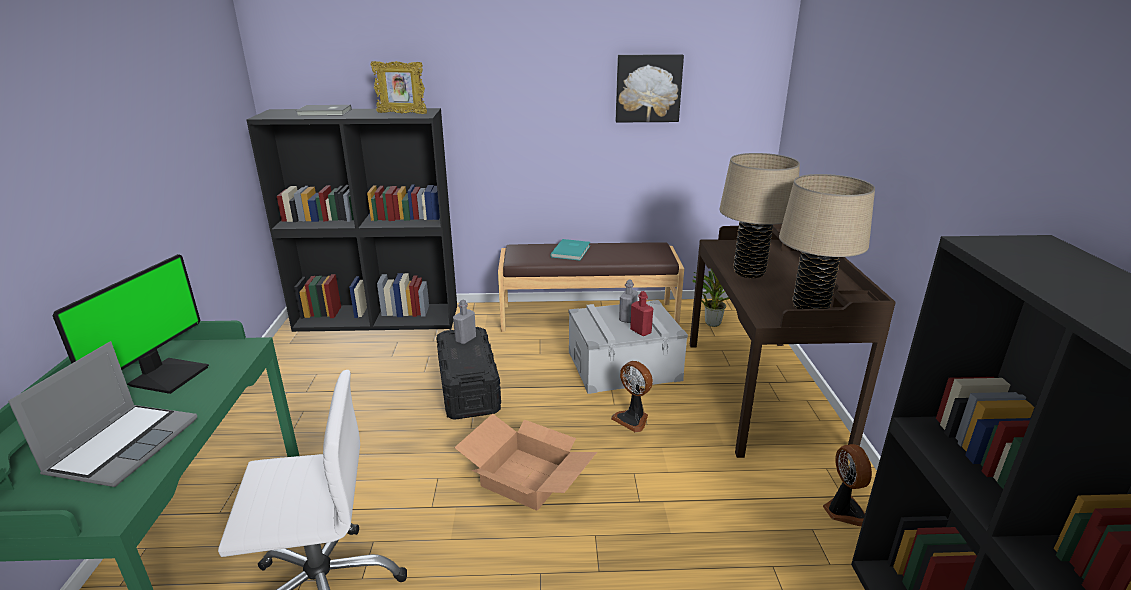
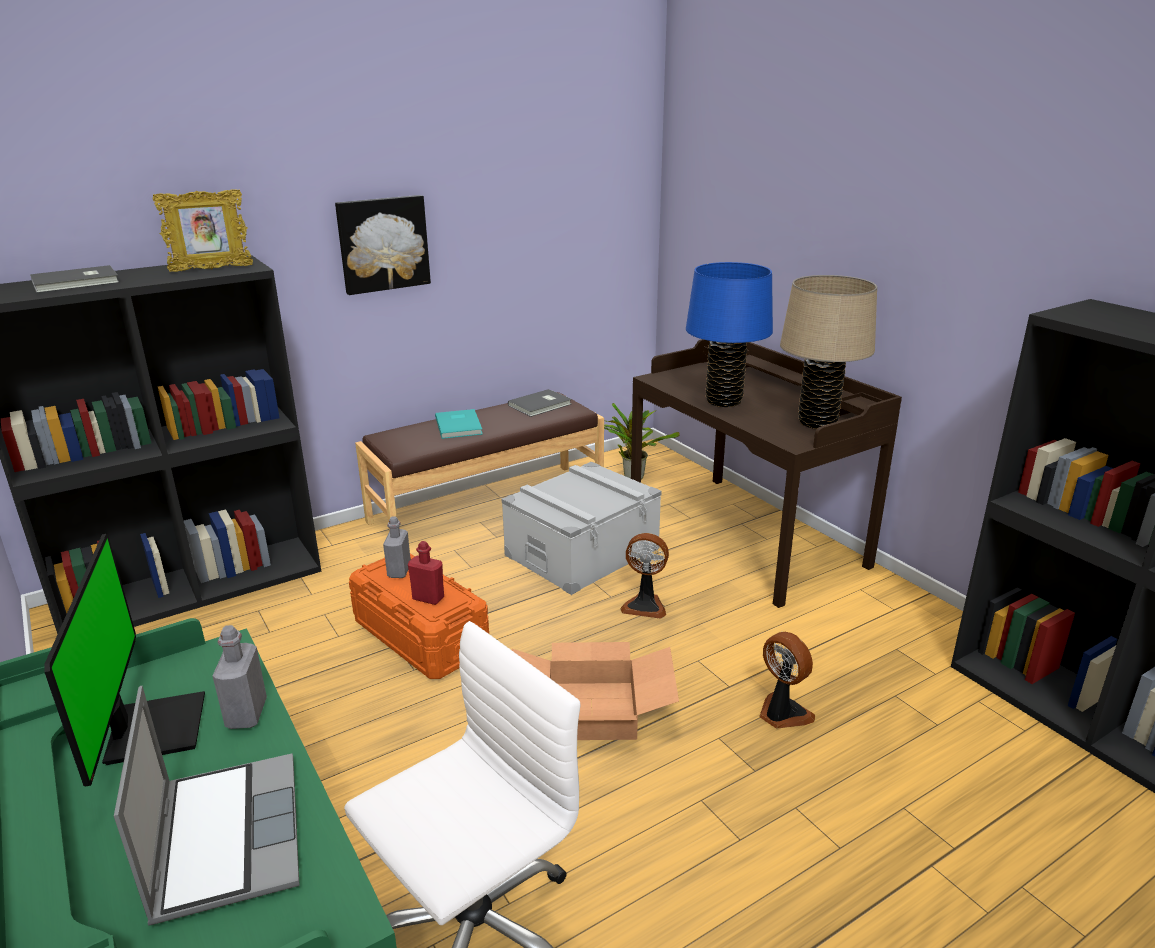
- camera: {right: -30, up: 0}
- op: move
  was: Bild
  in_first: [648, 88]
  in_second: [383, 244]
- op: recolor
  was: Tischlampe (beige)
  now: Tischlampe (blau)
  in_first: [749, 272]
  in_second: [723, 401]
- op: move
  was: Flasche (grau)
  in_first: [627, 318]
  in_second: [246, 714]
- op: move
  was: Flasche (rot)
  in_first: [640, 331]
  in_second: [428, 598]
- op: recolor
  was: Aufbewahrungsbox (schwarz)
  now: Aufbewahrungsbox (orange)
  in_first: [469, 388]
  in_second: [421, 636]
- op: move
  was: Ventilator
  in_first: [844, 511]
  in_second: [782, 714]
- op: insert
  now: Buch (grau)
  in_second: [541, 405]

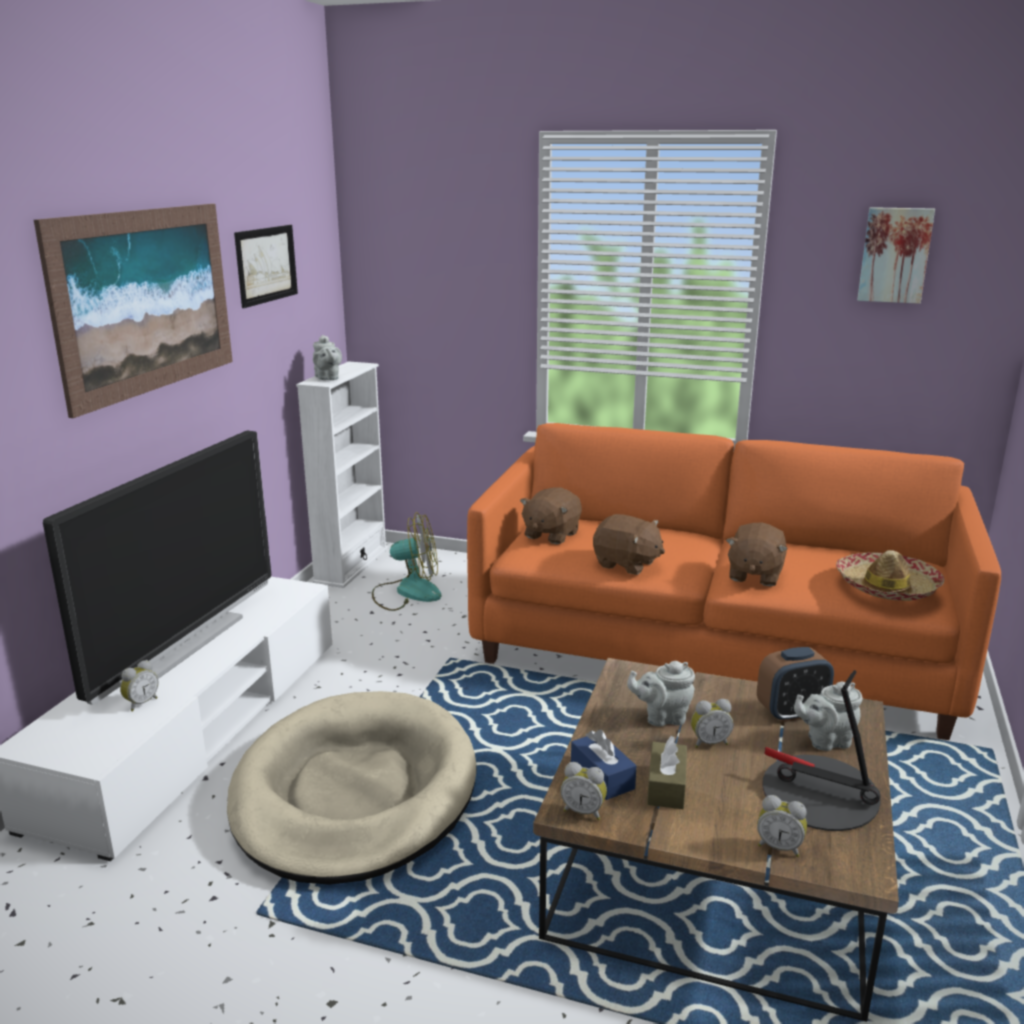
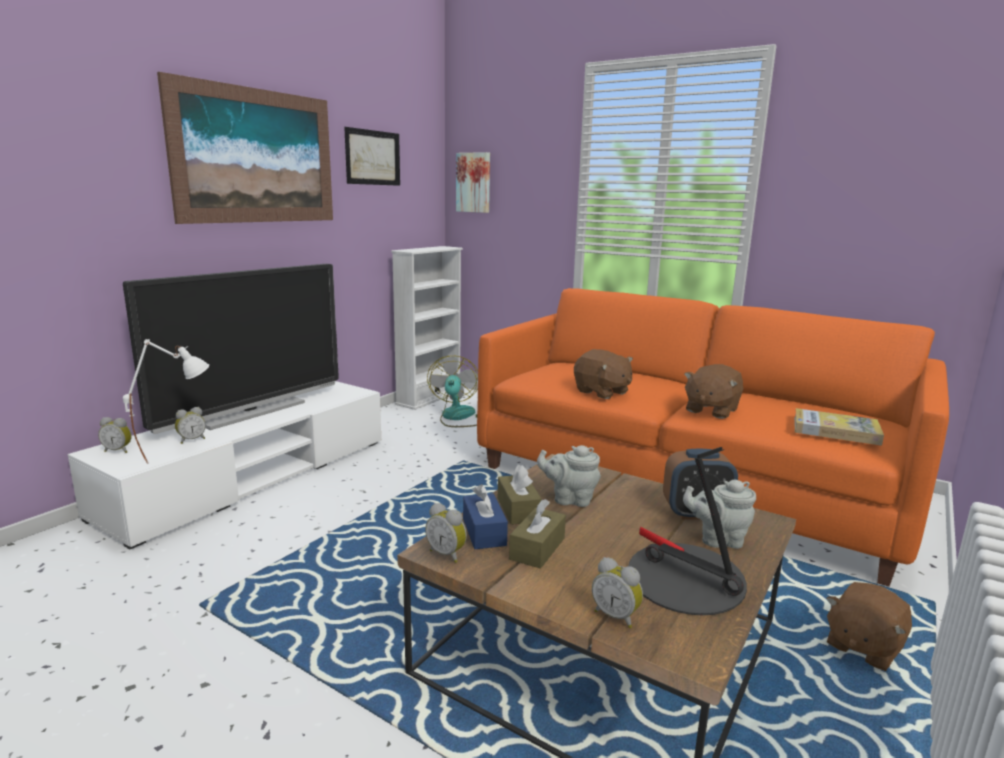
- camera: {right: 15, up: -5}
- op: move
  was: Bild
  in_first: [894, 255]
  in_second: [474, 182]
- op: delete
  was: Teekanne (grau)
  in_first: [327, 378]
- op: move
  was: Plüschtier (braun)
  in_first: [550, 534]
  in_second: [862, 647]
- op: rotate
  was: Ventilator
  in_first: [407, 592]
  in_second: [458, 417]
  clockwise: -105
- op: replace
  was: Hut
  now: Buch
  in_first: [887, 587]
  in_second: [835, 430]
- op: delete
  was: Hundebett (beige)
  in_first: [355, 792]
- op: move
  was: Wecker
  in_first: [709, 742]
  in_second: [118, 450]
- op: insert
  now: Tischlampe (weiß)
  in_second: [176, 454]
- op: insert
  now: Taschentuchbox (braun)
  in_second: [518, 509]

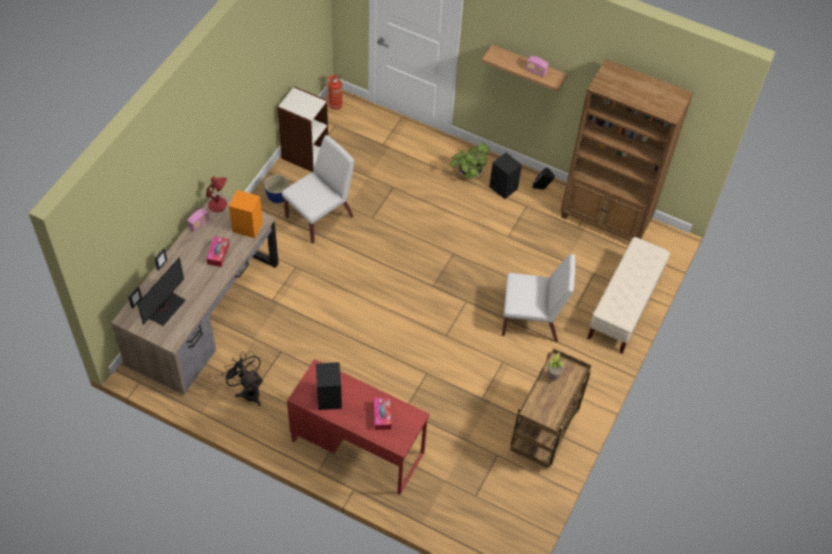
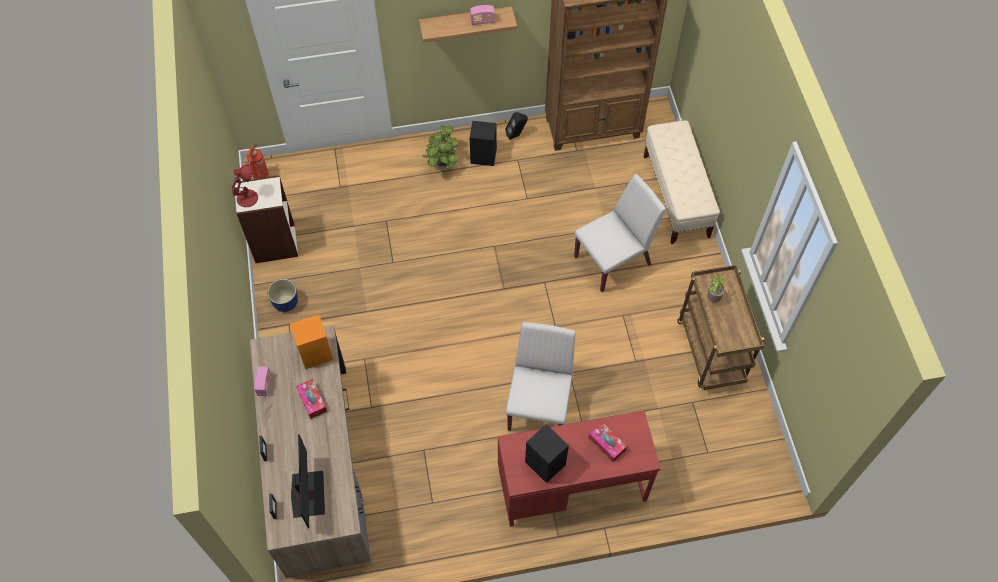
- camera: {right: -35, up: 5}
- op: move
  was: Stuhl (weiß)
  in_first: [320, 216]
  in_second: [539, 404]
- op: move
  was: Tischlampe (rot)
  in_first: [218, 204]
  in_second: [248, 197]
- op: delete
  was: Ventilator (schwarz)
  in_first: [248, 391]

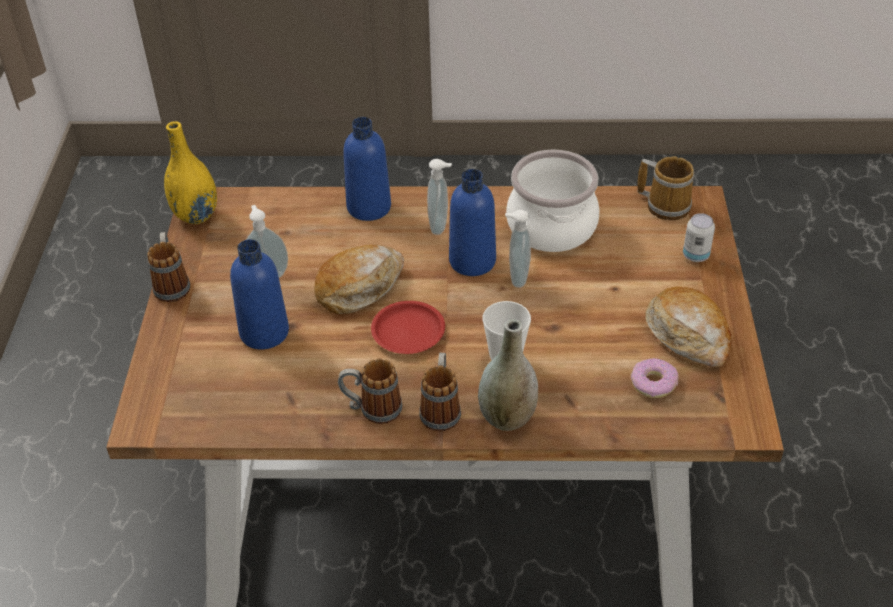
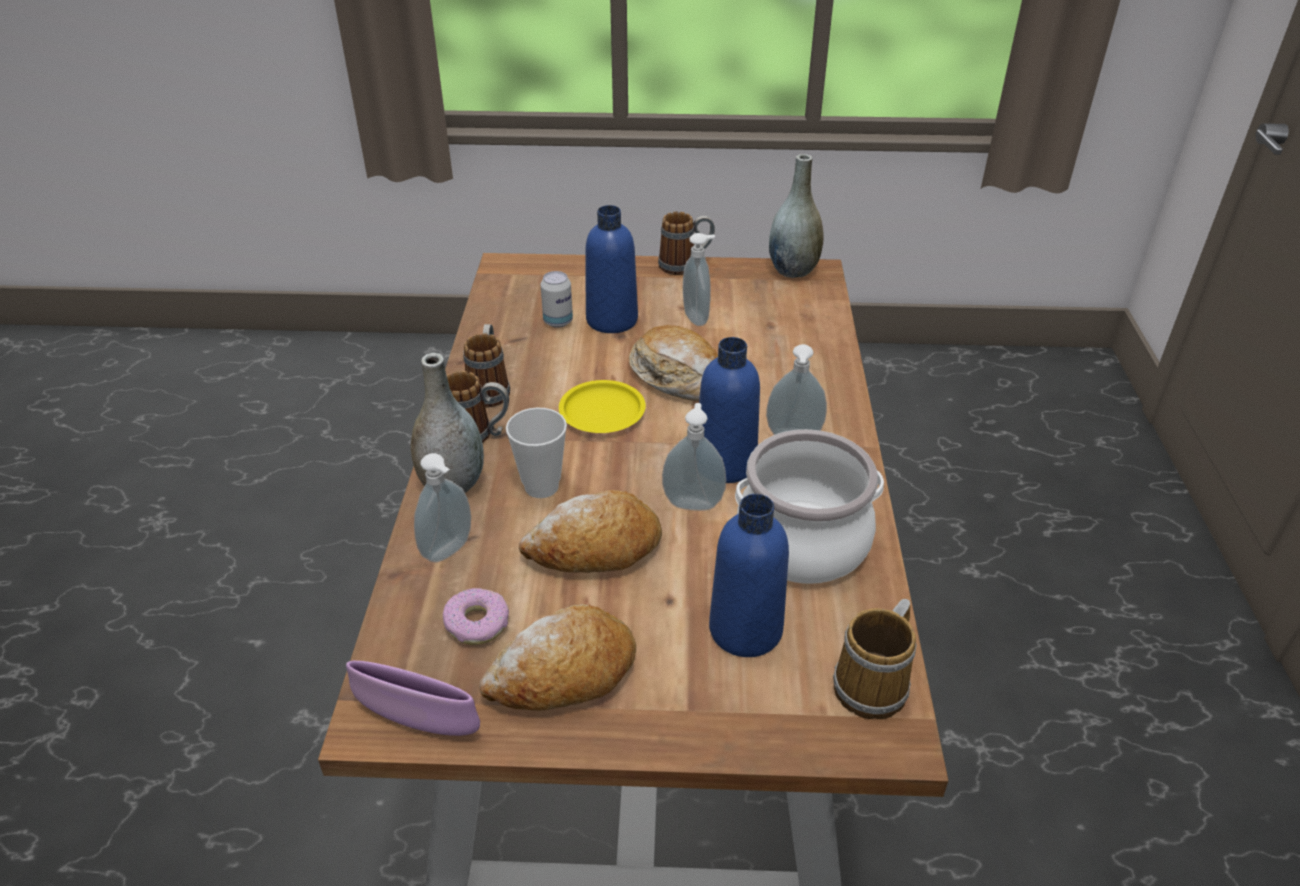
- camera: {right: 90, up: -5}
- op: move
  was: Flasche (blau)
  in_first: [369, 207]
  in_second: [745, 630]
- op: recolor
  was: Vase (gelb)
  now: Vase (grau)
  in_first: [196, 215]
  in_second: [793, 270]
- op: move
  was: Dose
  in_first: [695, 255]
  in_second: [558, 321]
- op: recolor
  was: Teller (rot)
  now: Teller (gelb)
  in_first: [408, 331]
  in_second: [603, 412]
- op: insert
  now: Seifenspender
  in_second: [450, 551]
- op: insert
  now: Brot
  in_second: [594, 549]
- op: insert
  now: Schüssel (lila)
  in_second: [418, 721]

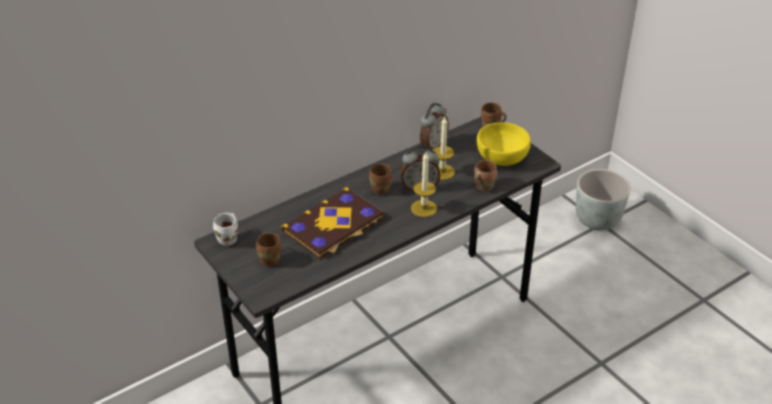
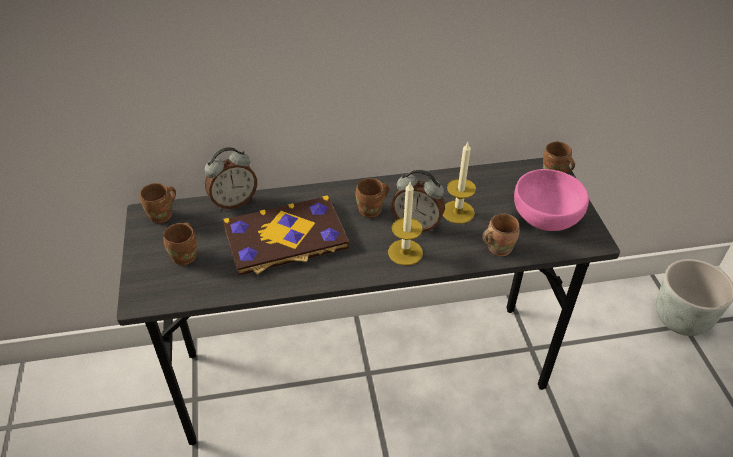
- camera: {right: 25, up: 5}
- op: move
  was: Wecker
  in_first: [432, 145]
  in_second: [234, 201]
- op: recolor
  was: Schüssel (gelb)
  now: Schüssel (rosa)
  in_first: [502, 157]
  in_second: [545, 216]
- op: recolor
  was: Henkelbecher (weiß)
  now: Henkelbecher (braun)
  in_first: [229, 239]
  in_second: [163, 216]

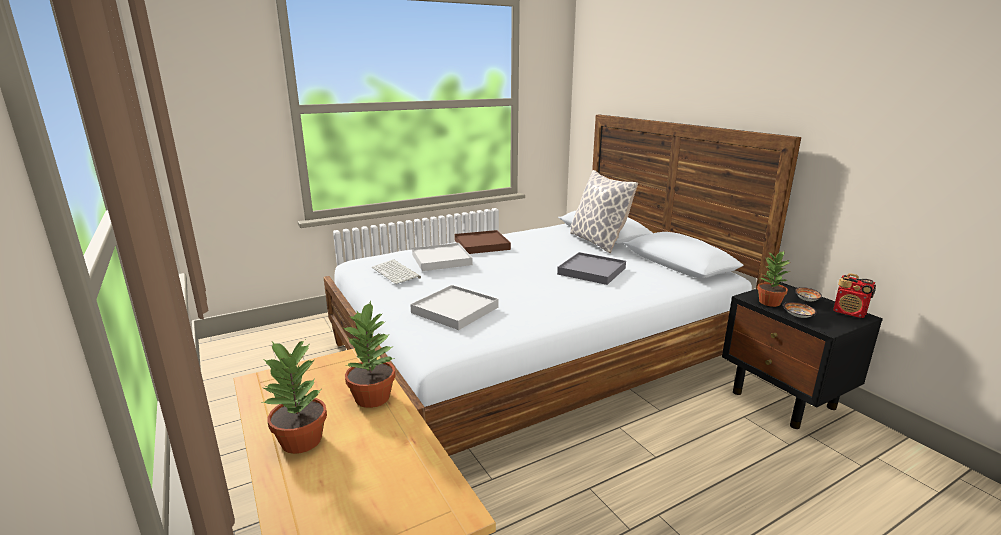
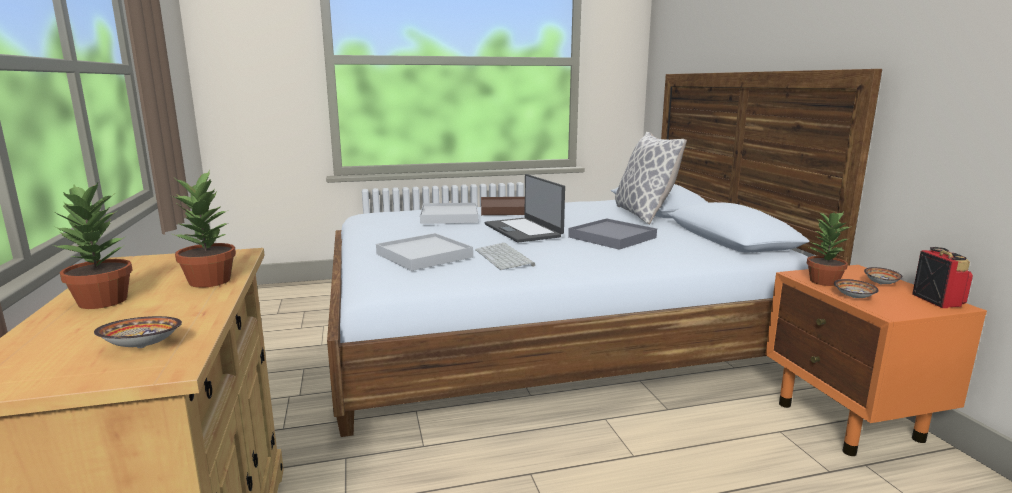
- camera: {right: 15, up: -5}
- op: move
  was: Tastatur
  in_first: [397, 272]
  in_second: [505, 258]
- op: rotate
  was: Radio
  in_first: [849, 313]
  in_second: [937, 301]
  clockwise: -150
- op: recolor
  was: Nachttisch (schwarz)
  now: Nachttisch (orange)
  in_first: [784, 400]
  in_second: [850, 422]
- op: insert
  now: Laptop
  in_second: [523, 230]
- op: insert
  now: Schüssel
  in_second: [142, 346]

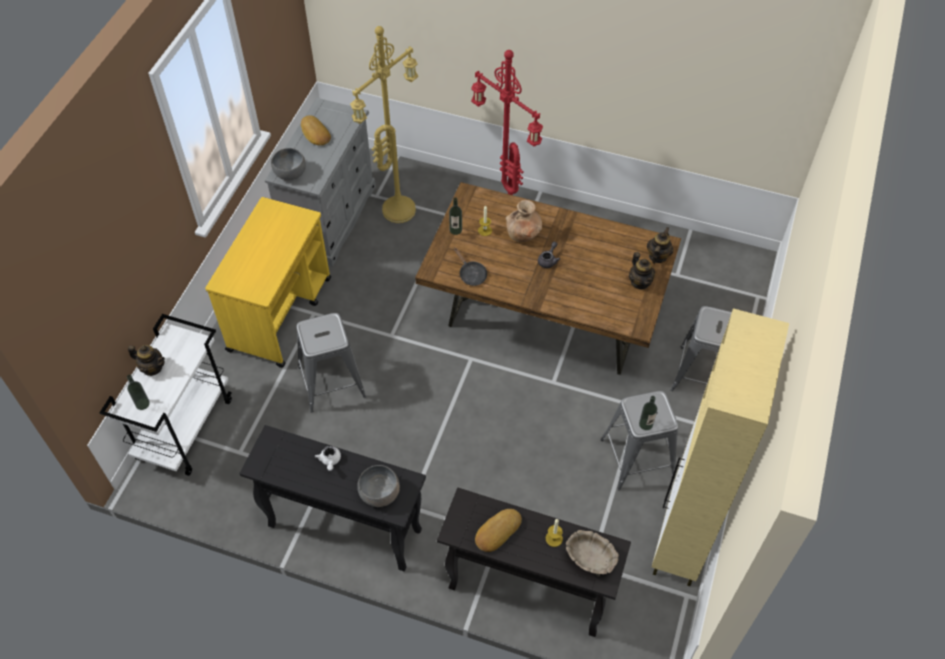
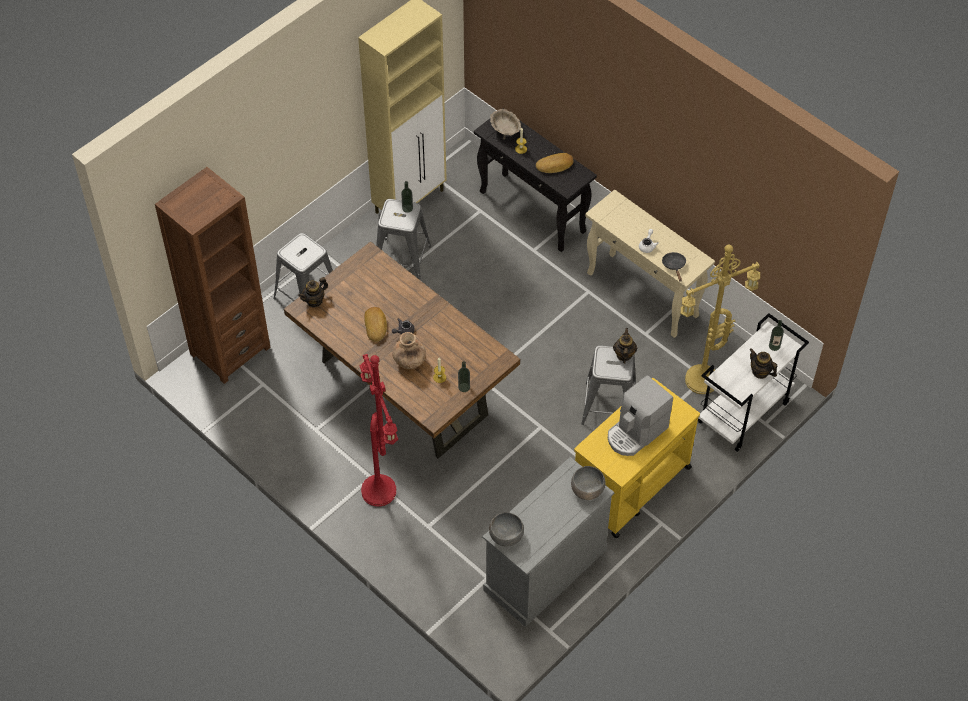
- camera: {right: -155, up: 0}
- op: move
  was: Stehlampe (gelb)
  in_first: [398, 208]
  in_second: [701, 382]
- op: move
  was: Brot
  in_first: [315, 133]
  in_second: [376, 325]
- op: move
  was: Pfanne (schwarz)
  in_first: [471, 274]
  in_second: [674, 266]
- op: move
  was: Teekanne
  in_first: [640, 282]
  in_second: [624, 355]
- op: recolor
  was: Konsolentisch (schwarz)
  now: Konsolentisch (beige)
  in_first: [343, 528]
  in_second: [643, 295]
- op: move
  was: Schüssel (grau)
  in_first: [379, 493]
  in_second: [506, 536]
- op: insert
  now: Bücherregal (braun)
  in_second: [230, 350]
- op: insert
  now: Kaffeemaschine
  in_second: [636, 433]

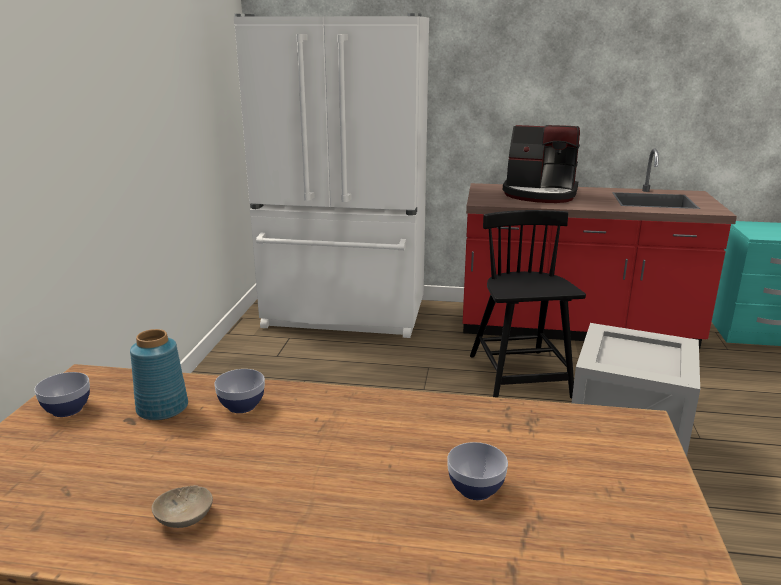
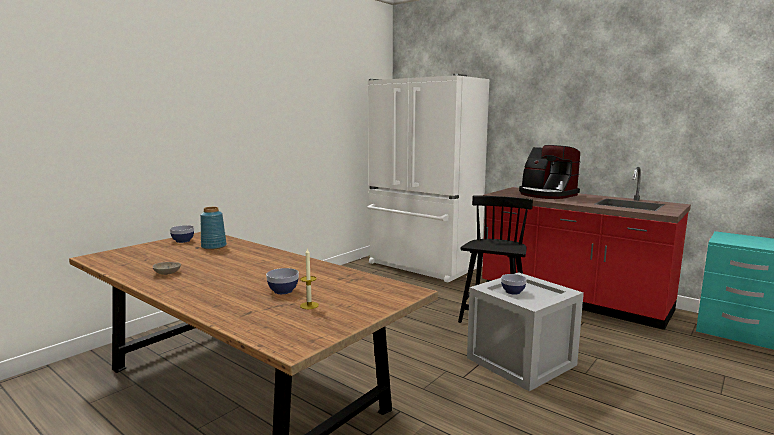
- camera: {right: 30, up: -10}
- op: move
  was: Schüssel
  in_first: [241, 405]
  in_second: [512, 291]
- op: insert
  now: Kerze
  in_second: [309, 305]

